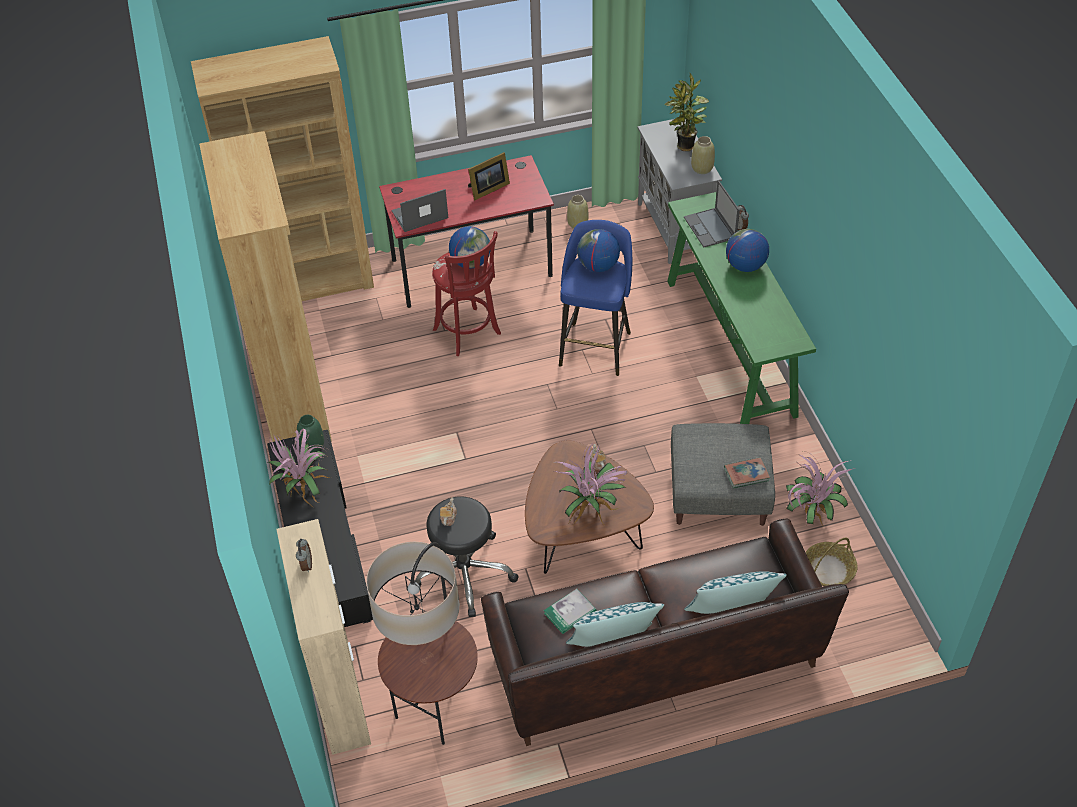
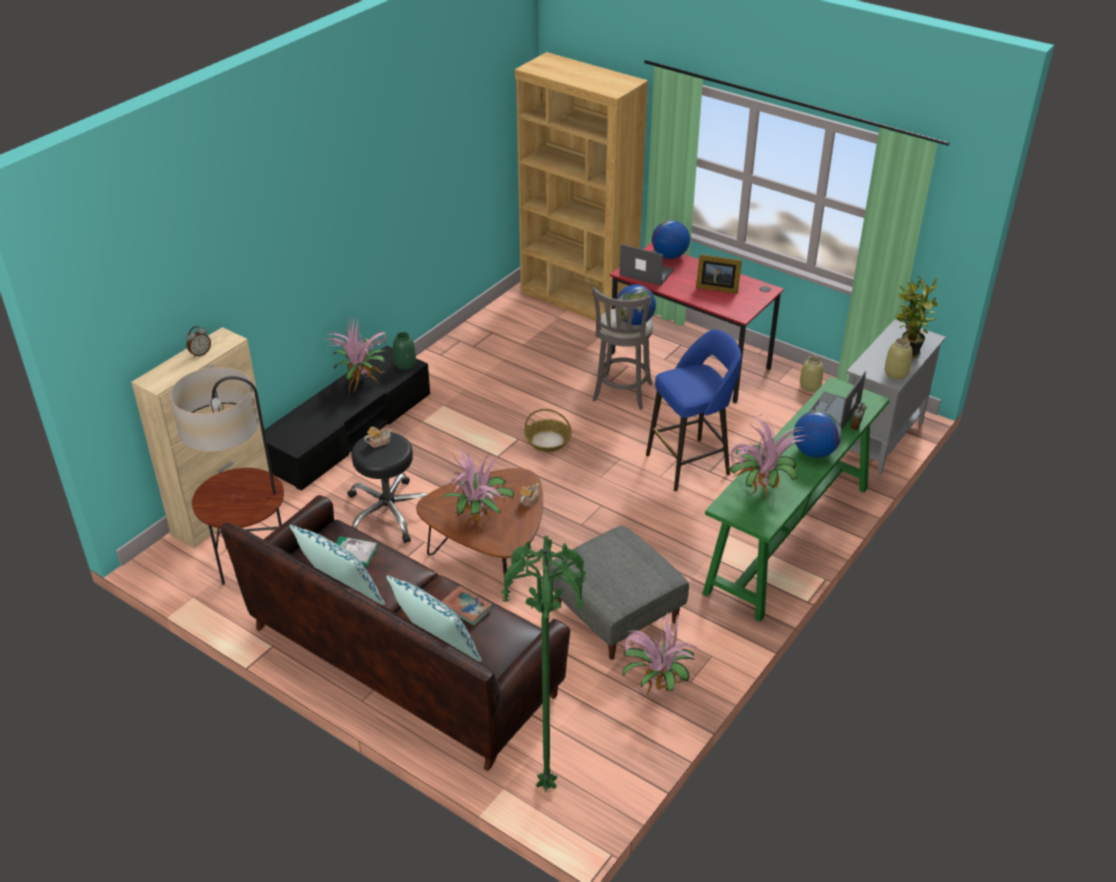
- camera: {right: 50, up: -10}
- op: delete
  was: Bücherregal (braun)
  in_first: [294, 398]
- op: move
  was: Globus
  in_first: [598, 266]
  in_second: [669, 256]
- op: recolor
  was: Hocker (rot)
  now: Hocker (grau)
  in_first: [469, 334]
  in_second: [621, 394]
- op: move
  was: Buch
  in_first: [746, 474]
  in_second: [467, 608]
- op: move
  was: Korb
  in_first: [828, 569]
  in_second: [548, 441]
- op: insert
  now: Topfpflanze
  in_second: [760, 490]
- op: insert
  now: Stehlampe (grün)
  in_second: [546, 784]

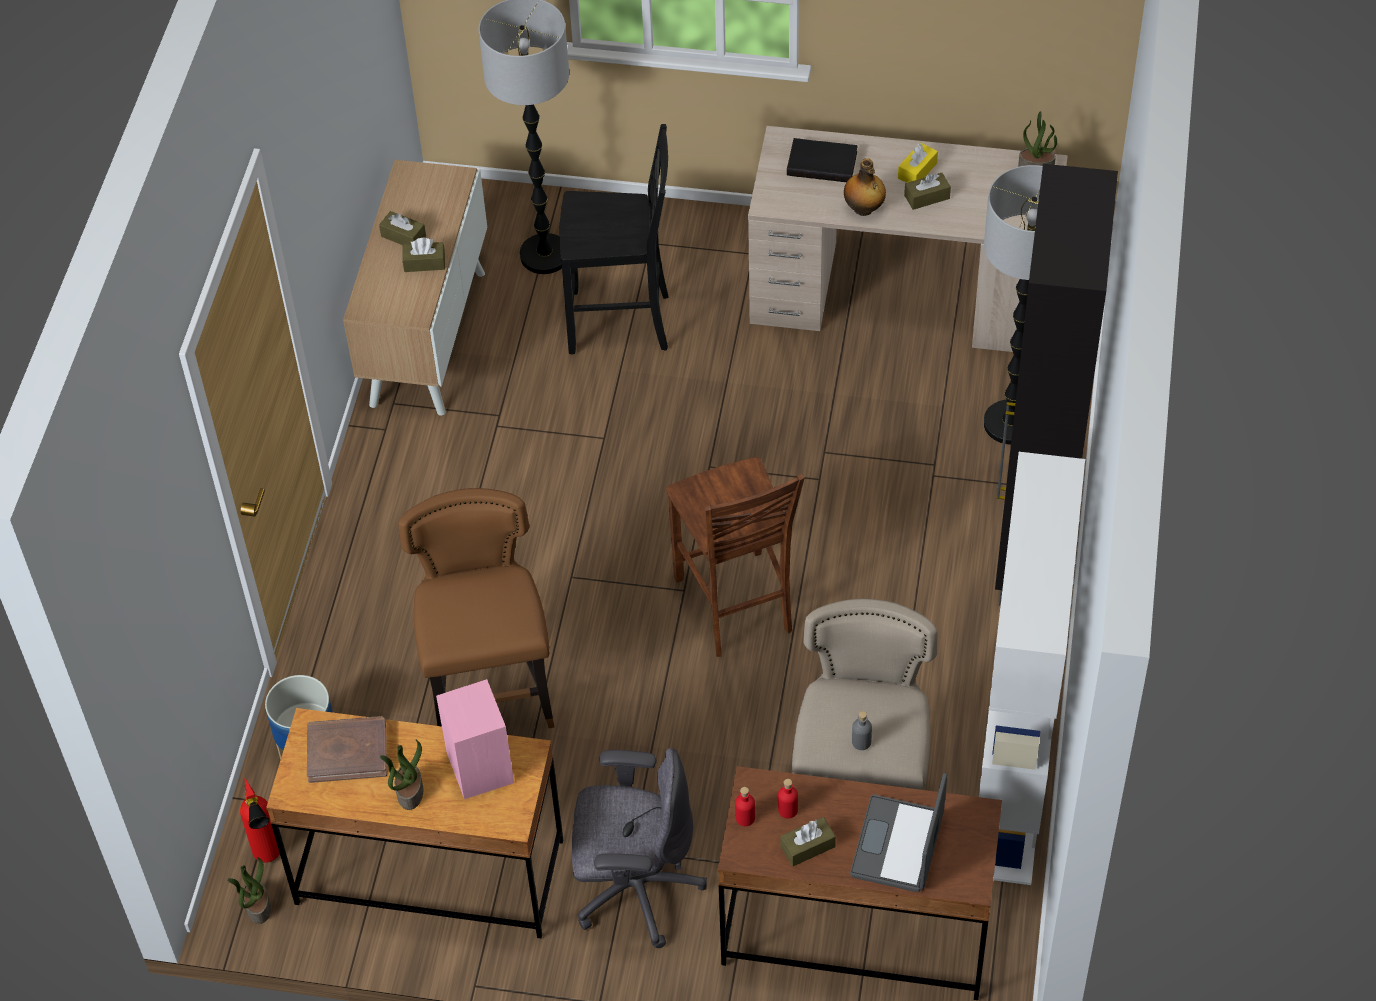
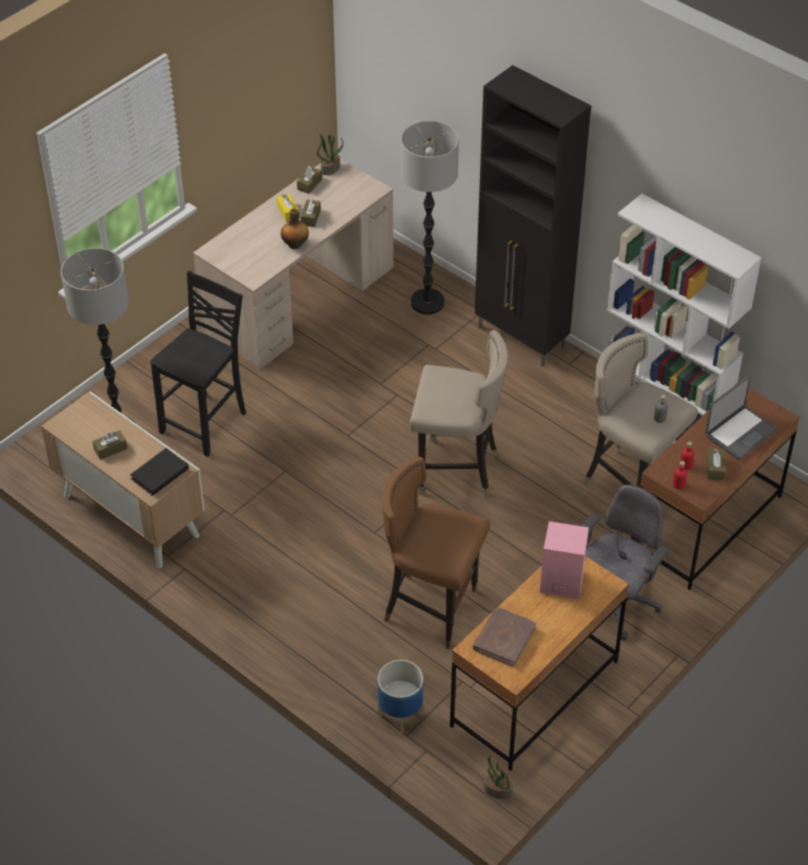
- camera: {right: -60, up: -5}
- op: move
  was: Buch (schwarz)
  in_first: [822, 163]
  in_second: [159, 473]
- op: move
  was: Taschentuchbox (braun)
  in_first: [424, 263]
  in_second: [309, 184]
- op: replace
  was: Stuhl (braun)
  now: Hocker (beige)
  in_first: [735, 607]
  in_second: [456, 471]
- op: delete
  was: Topfpflanze
  in_first: [409, 791]
- op: rotate
  was: Laptop
  in_first: [899, 845]
  in_second: [739, 433]
  clockwise: -90
- op: delete
  was: Feuerlöscher
  in_first: [269, 858]

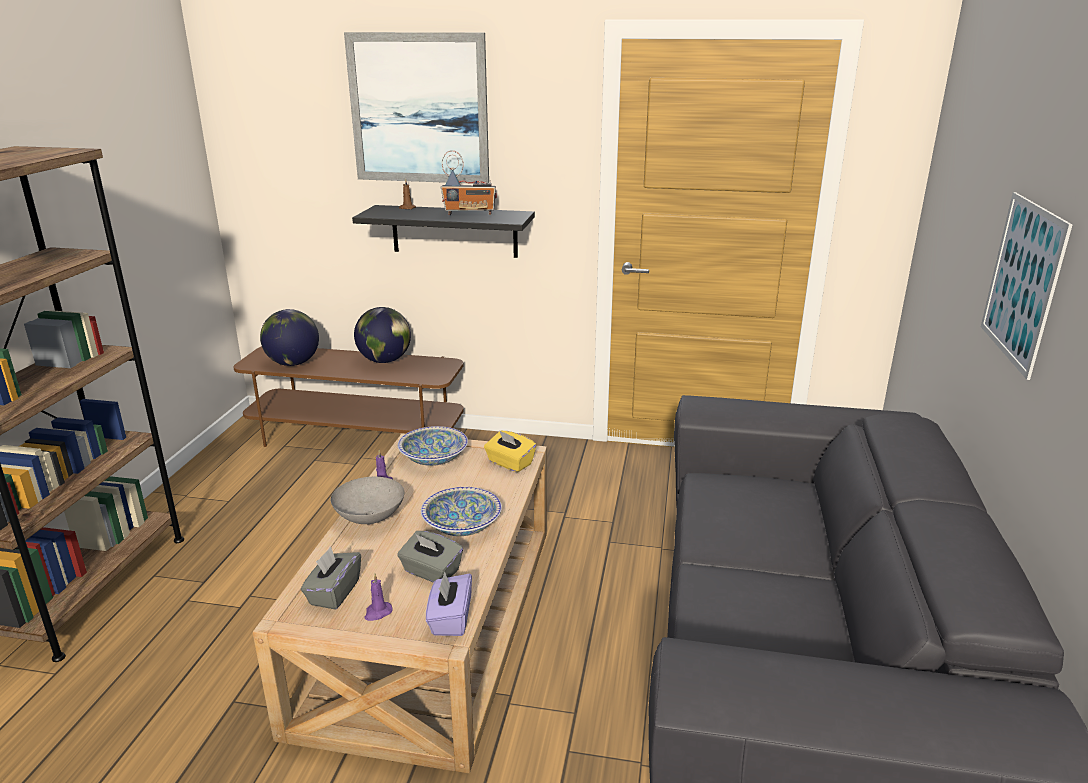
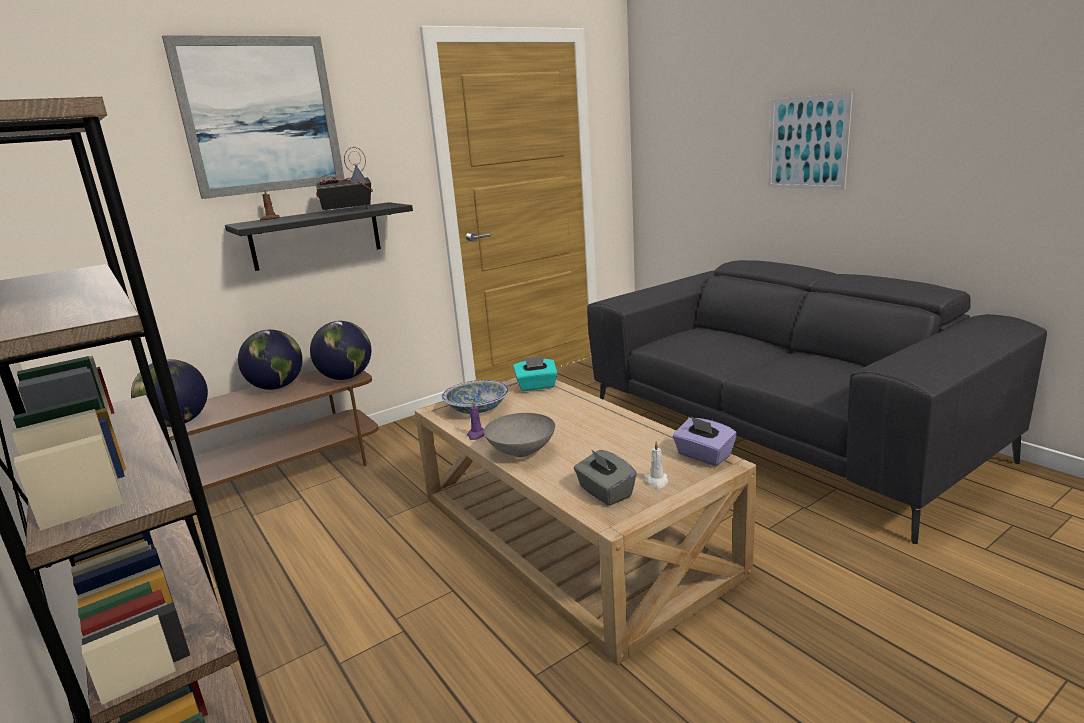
- camera: {right: -45, up: -5}
- op: rotate
  was: Radio
  in_first: [470, 214]
  in_second: [346, 210]
  clockwise: -150
- op: recolor
  was: Taschentuchbox (gelb)
  now: Taschentuchbox (türkis)
  in_first: [510, 463]
  in_second: [536, 386]
- op: delete
  was: Schüssel
  in_first: [462, 526]
- op: delete
  was: Taschentuchbox (grau)
  in_first: [431, 572]
- op: recolor
  was: Kerze (lila)
  now: Kerze (weiß)
  in_first: [377, 612]
  in_second: [657, 481]
- op: insert
  now: Globus
  in_second: [346, 377]

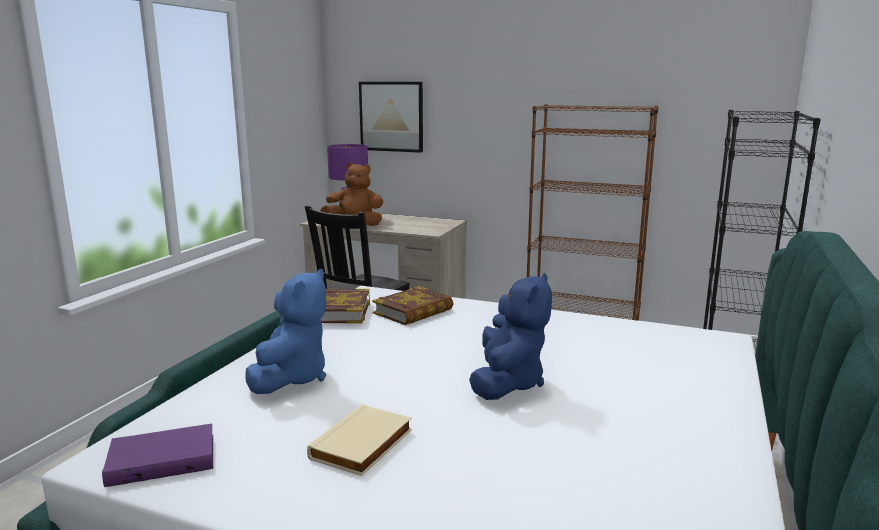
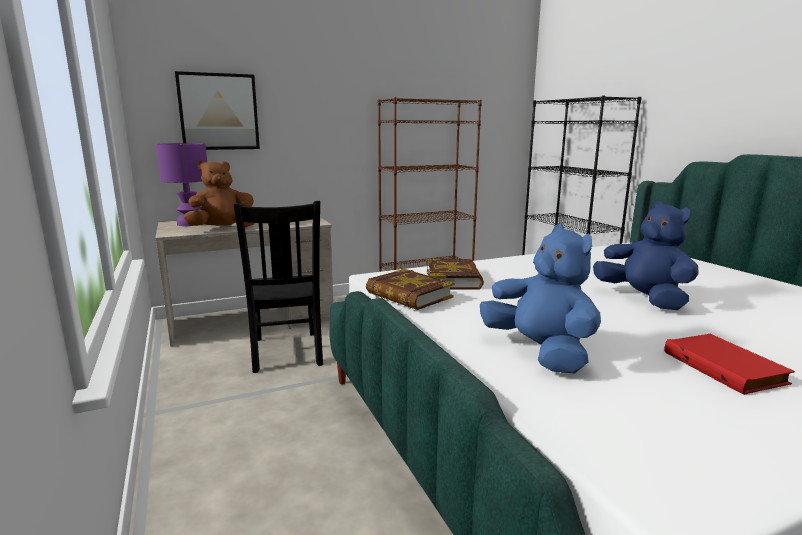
- camera: {right: -45, up: 0}
- op: recolor
  was: Buch (beige)
  now: Buch (rot)
  in_first: [363, 445]
  in_second: [726, 367]
- op: delete
  was: Buch (lila)
  in_first: [163, 459]

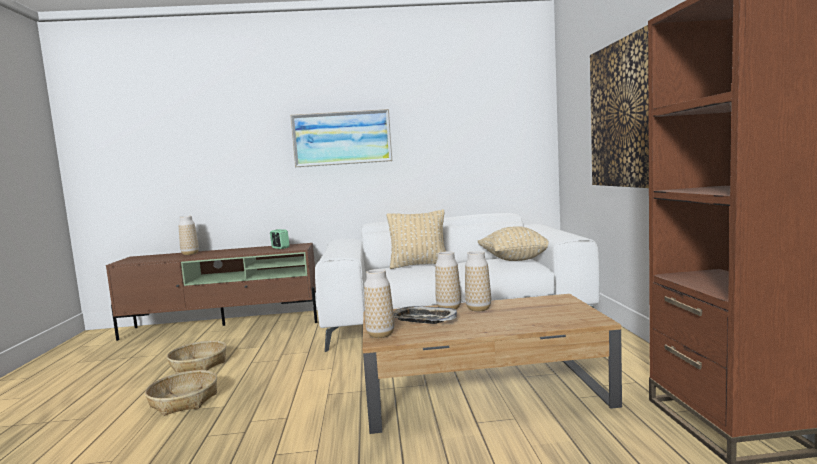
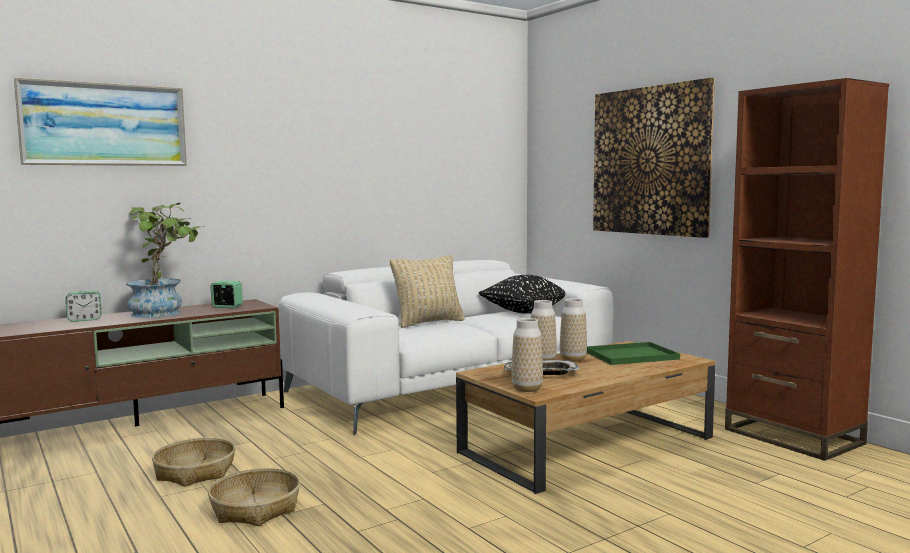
- camera: {right: -30, up: 0}
- op: move
  was: Bild
  in_first: [342, 138]
  in_second: [104, 124]
- op: replace
  was: Vase
  now: Wecker
  in_first: [190, 254]
  in_second: [84, 320]
- op: recolor
  was: Kissen (beige)
  now: Kissen (schwarz)
  in_first: [514, 259]
  in_second: [524, 312]
- op: insert
  now: Topfpflanze
  in_second: [164, 313]
- op: insert
  now: Tablett (grün)
  in_second: [630, 356]

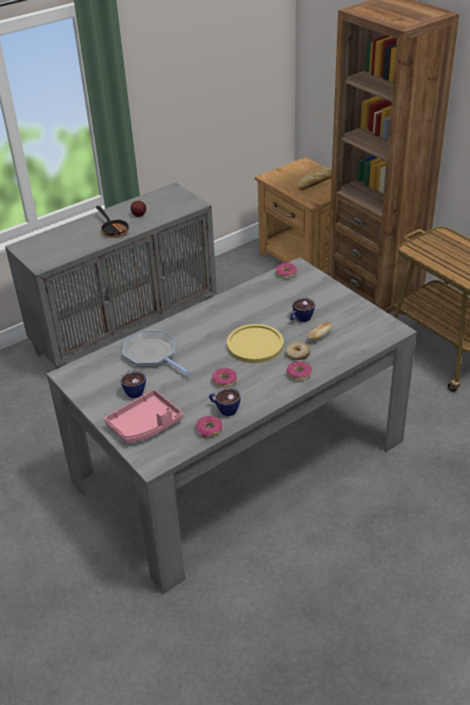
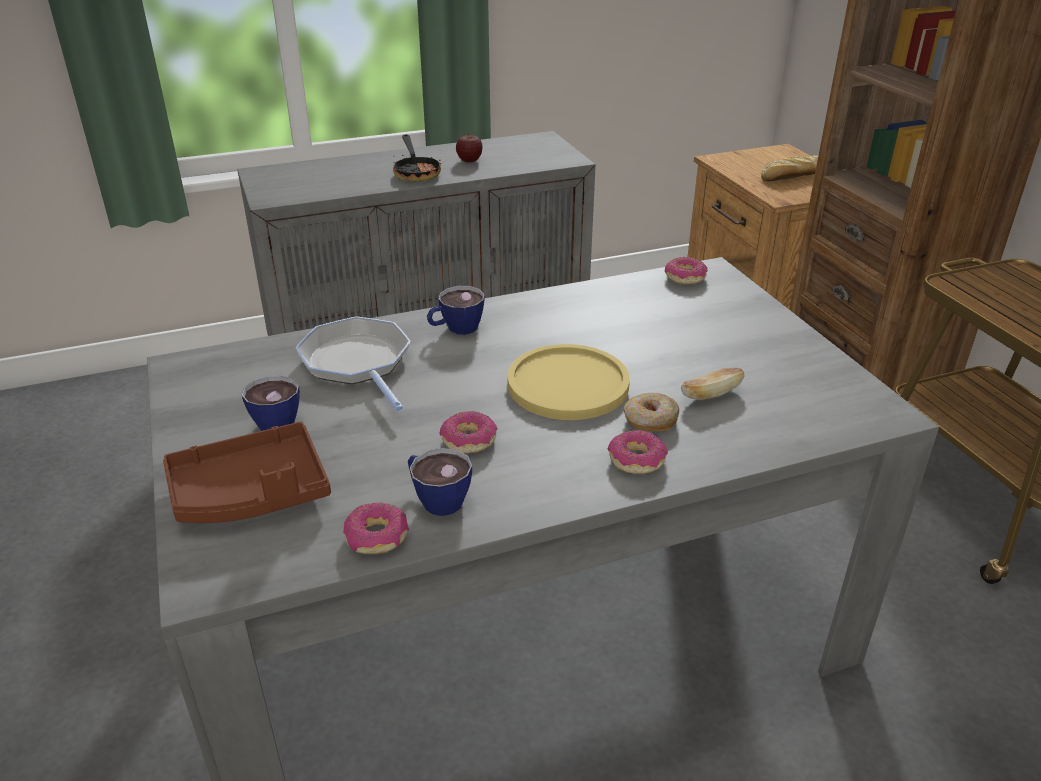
- camera: {right: 15, up: -5}
- op: move
  was: Tasse
  in_first: [300, 319]
  in_second: [455, 329]
- op: recolor
  was: Tablett (rosa)
  now: Tablett (braun)
  in_first: [145, 425]
  in_second: [251, 493]

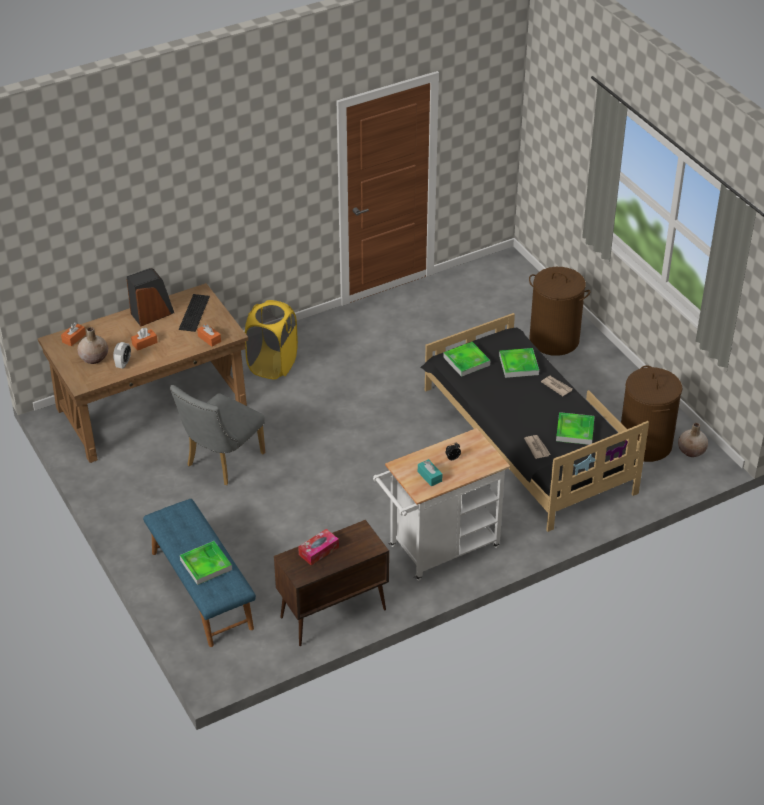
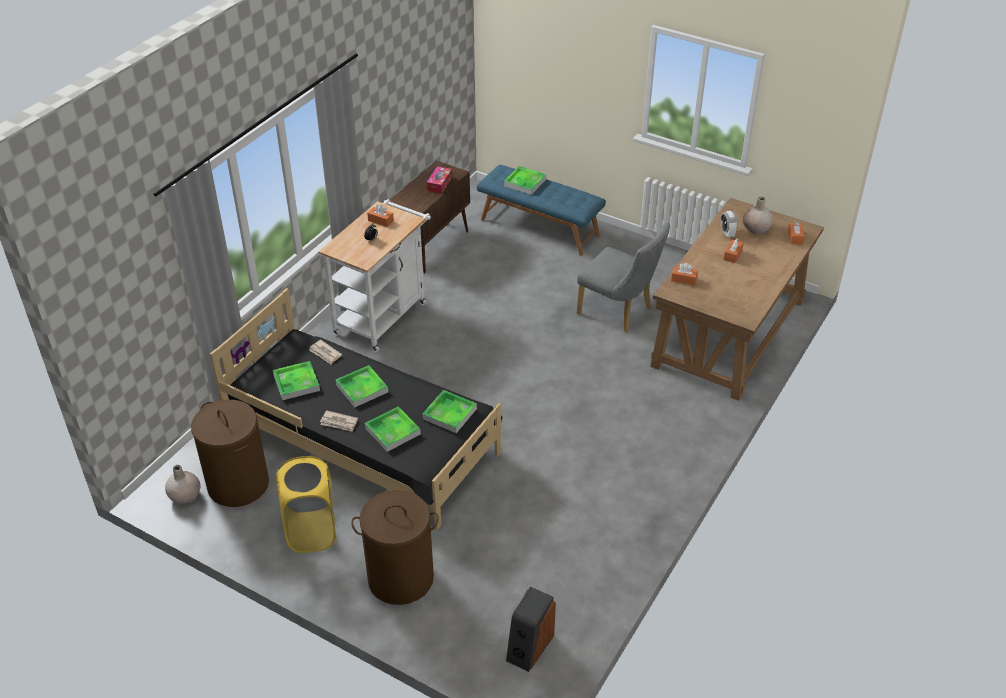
- camera: {right: 150, up: 0}
- op: move
  was: Lautsprecher
  in_first: [152, 314]
  in_second: [529, 647]
- op: delete
  was: Tastatur
  in_first: [195, 313]
- op: move
  was: Wäschekorb (gelb)
  in_first: [272, 365]
  in_second: [312, 532]
- op: rotate
  was: Stuhl (grau)
  in_first: [221, 462]
  in_second: [619, 312]
  clockwise: 120
- op: recolor
  was: Taschentuchbox (türkis)
  now: Taschentuchbox (orange)
  in_first: [429, 476]
  in_second: [380, 221]
- op: insert
  now: Tablett
  in_second: [362, 388]

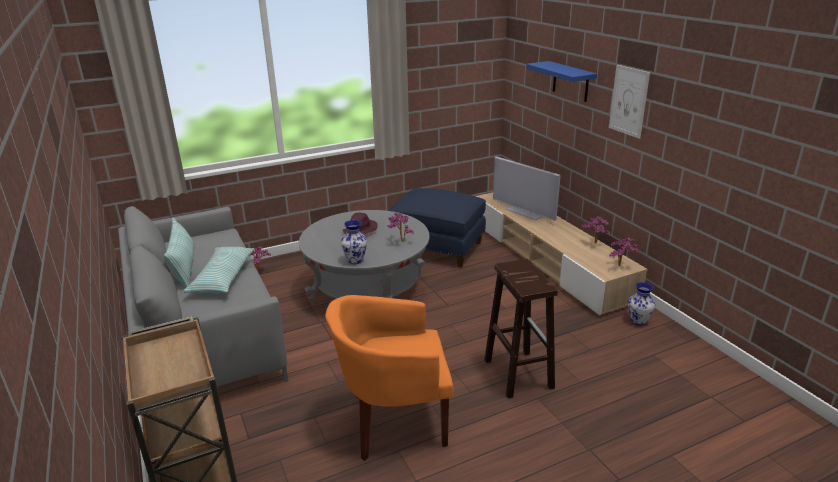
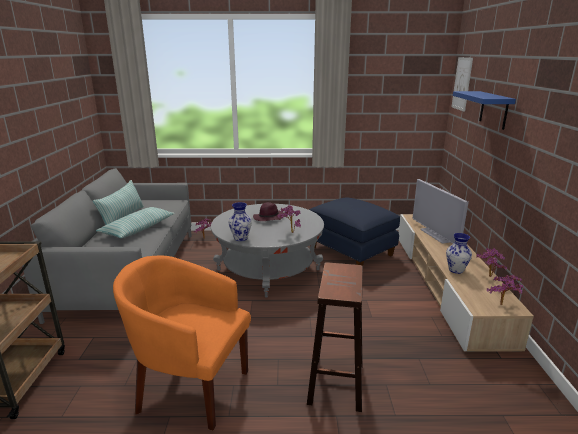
- camera: {right: 25, up: -5}
- op: move
  was: Bild
  in_first: [628, 101]
  in_second: [462, 83]
- op: move
  was: Vase
  in_first: [638, 321]
  in_second: [455, 270]

